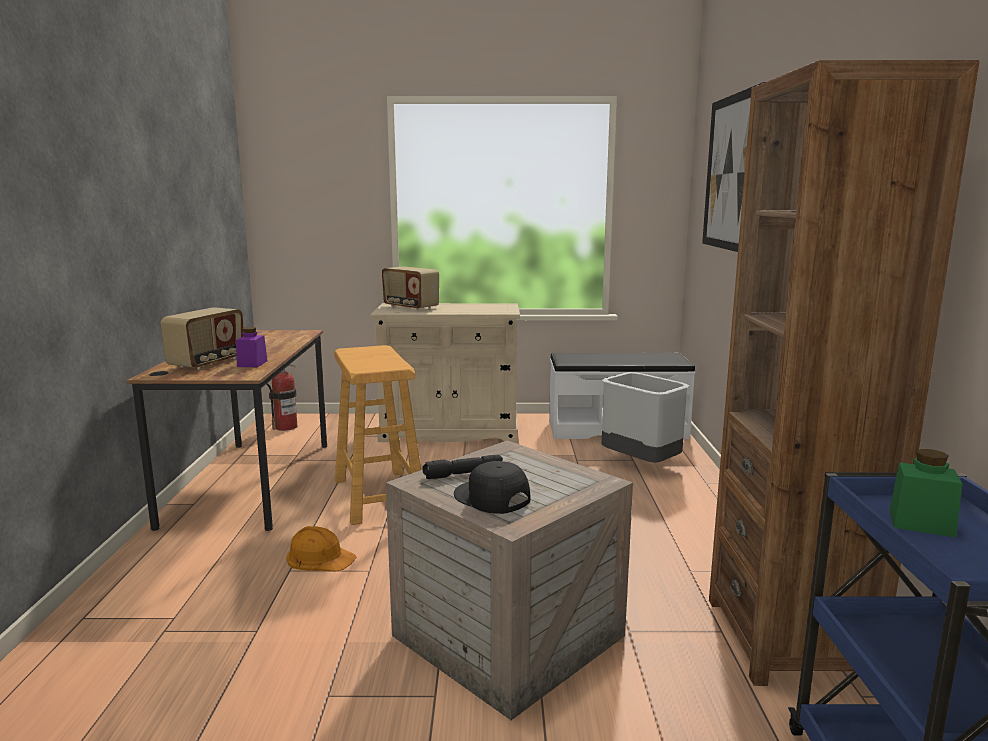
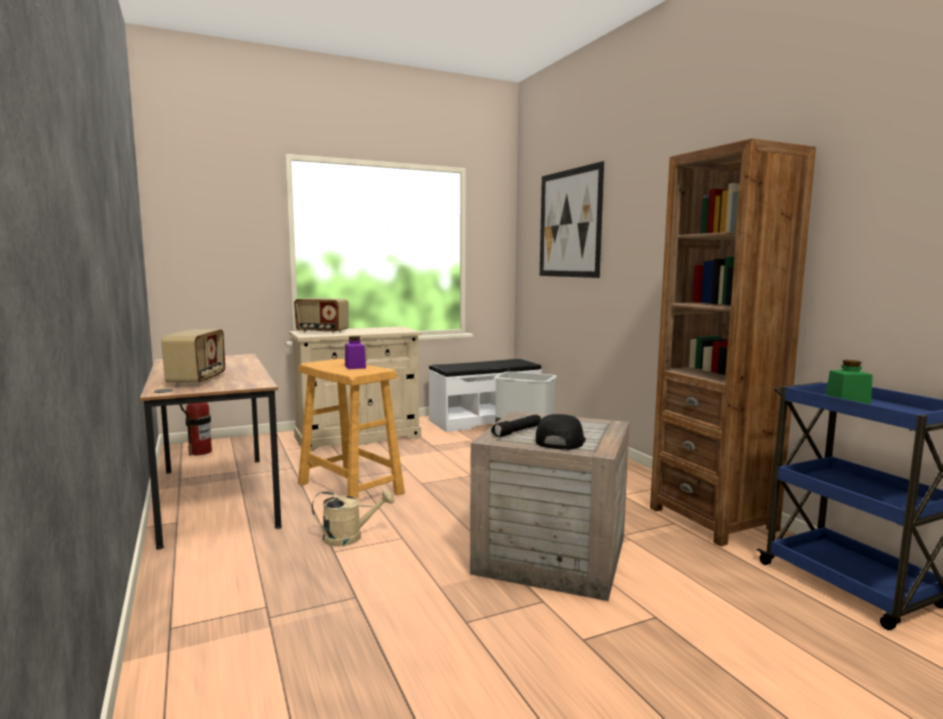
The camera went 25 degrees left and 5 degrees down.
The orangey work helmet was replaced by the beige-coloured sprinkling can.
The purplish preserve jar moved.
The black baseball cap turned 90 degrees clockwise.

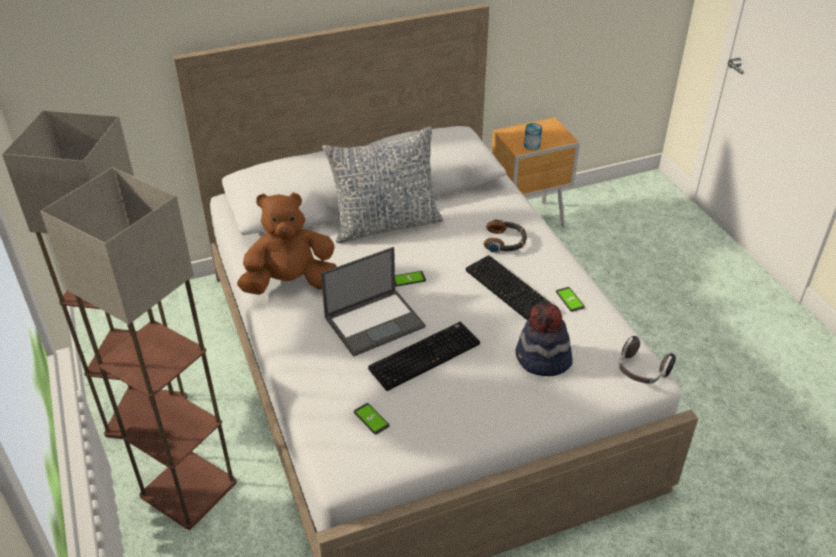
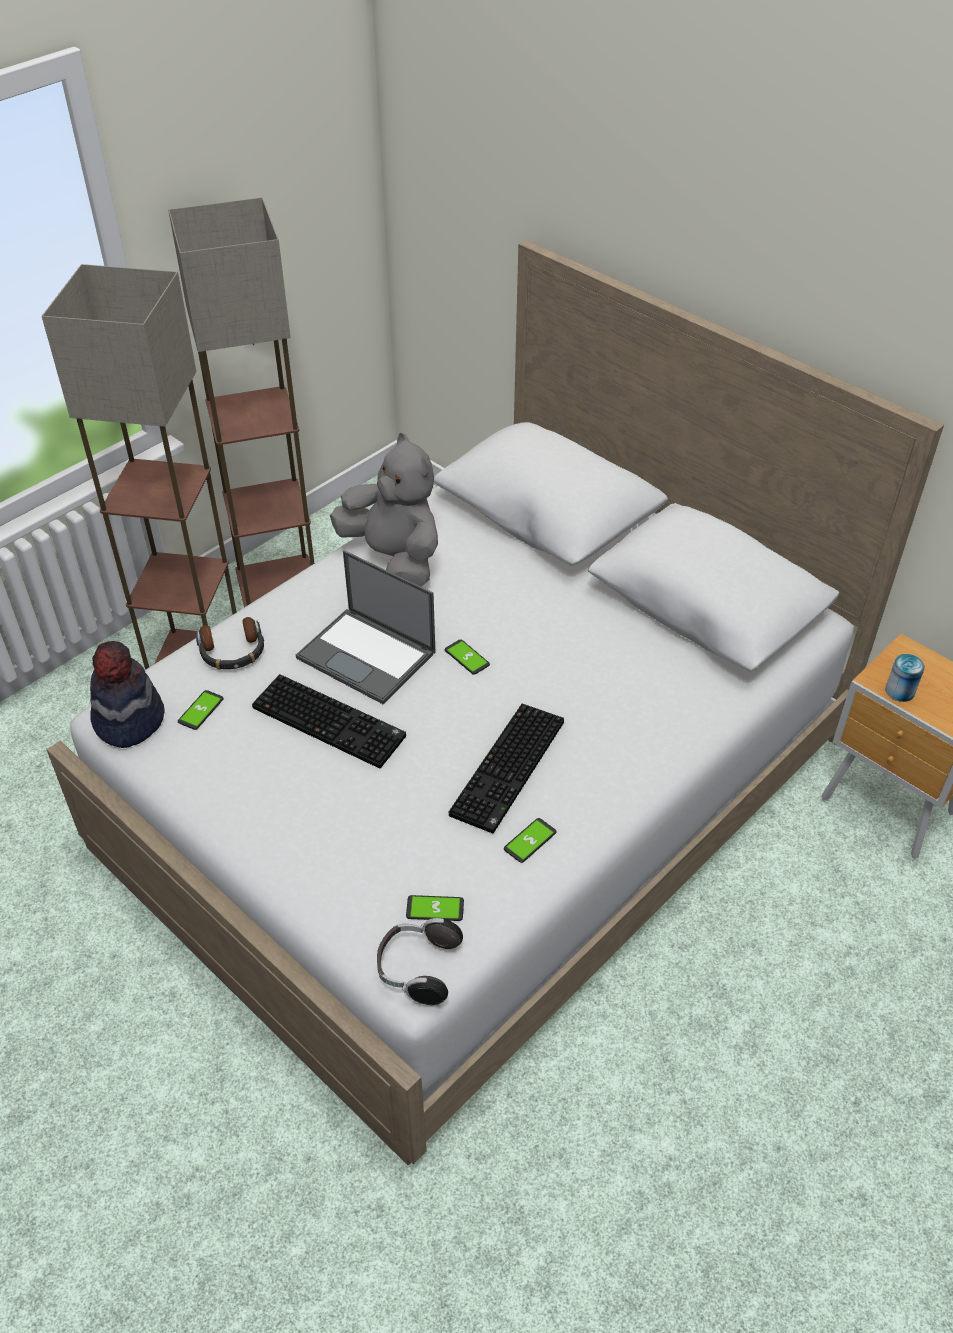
The camera went 65 degrees right and 5 degrees up.
The clothing hat moved.
The pair of headphones (1st from left) moved.
The brown soft toy became the greyish soft toy.
The phone (2nd from left) appeared.
The throw pillow disappeared.

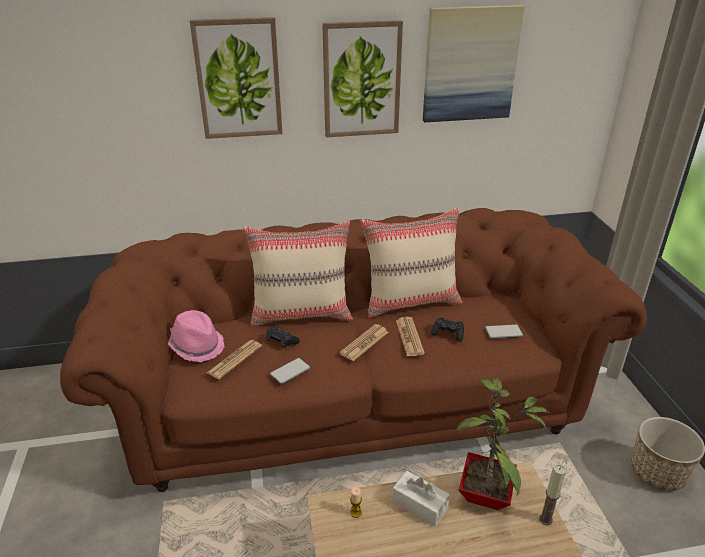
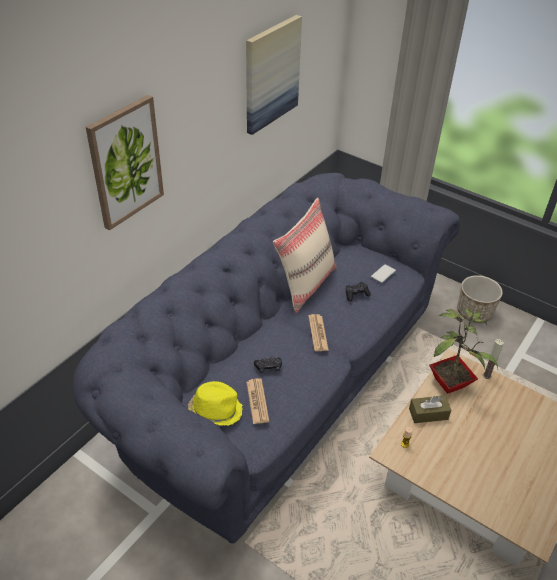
The camera went 45 degrees left and 10 degrees up.
The brown settee became the blue settee.
The pink clothing hat became the yellowish clothing hat.
The white-coloured box of tissues became the brown box of tissues.
The beige-coloured throw pillow (1st from left) disappeared.
The phone (1st from left) disappeared.
The wall picture (2nd from left) disappeared.
The daily paper (3rd from left) disappeared.

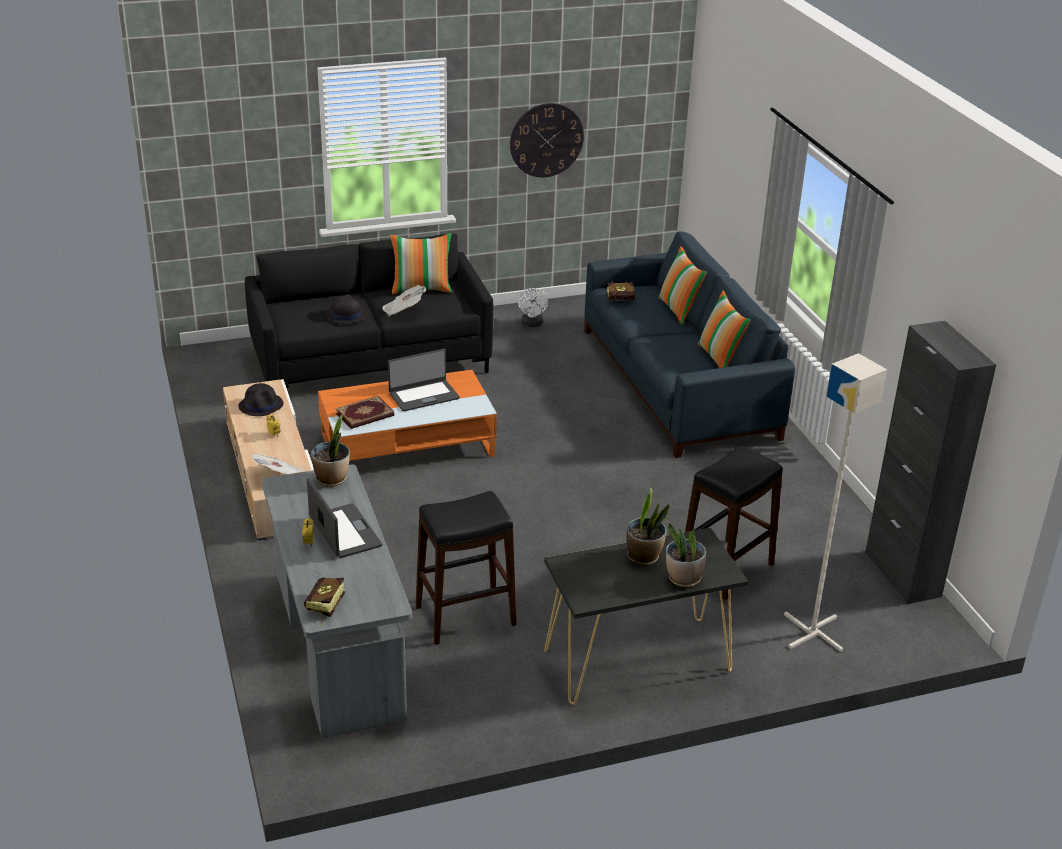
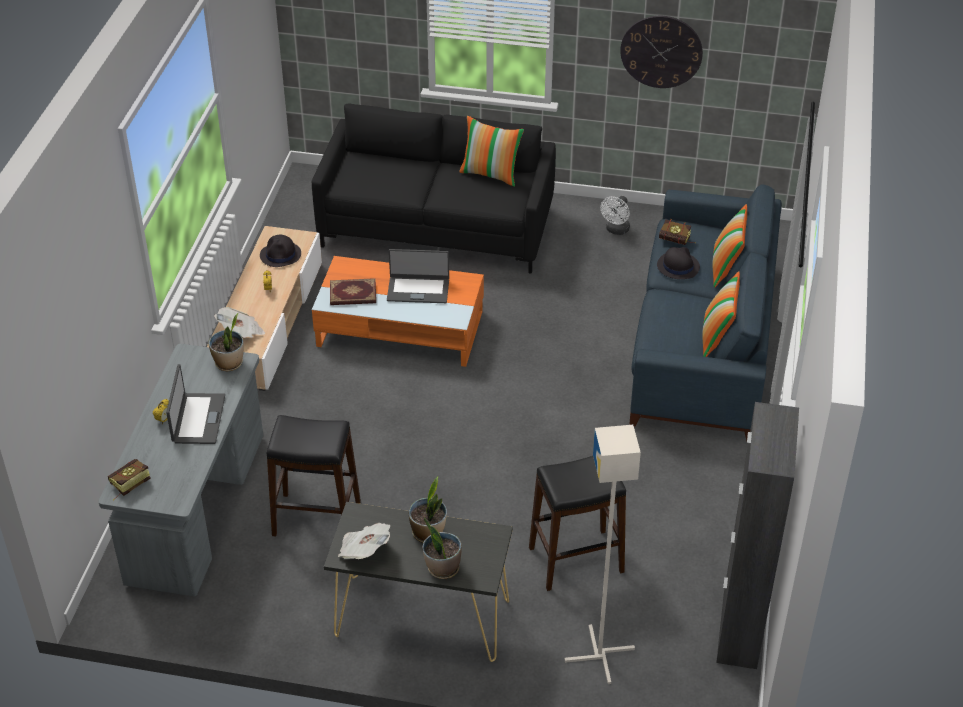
The camera went 30 degrees right and 10 degrees up.
The daily paper (2nd from left) moved.
The black clothing hat (2nd from left) moved.

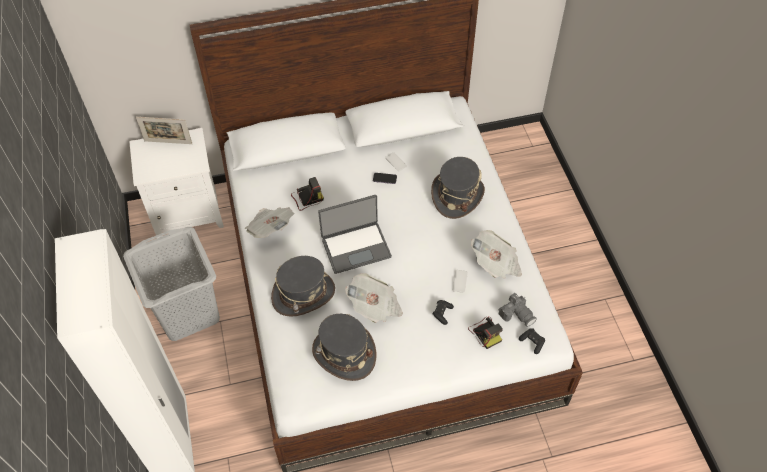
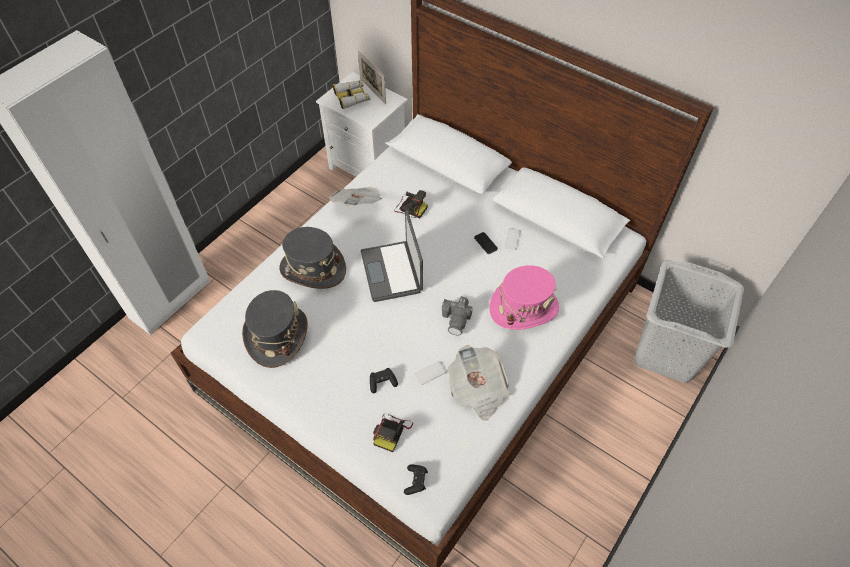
The camera went 50 degrees right and 0 degrees up.
The binoculars appeared.
The notebook computer turned 45 degrees clockwise.
The still camera (3rd from left) moved.
The greyish clothing hat (3rd from left) became the pink clothing hat.
The greyish hamper moved.
The daily paper (2nd from left) disappeared.

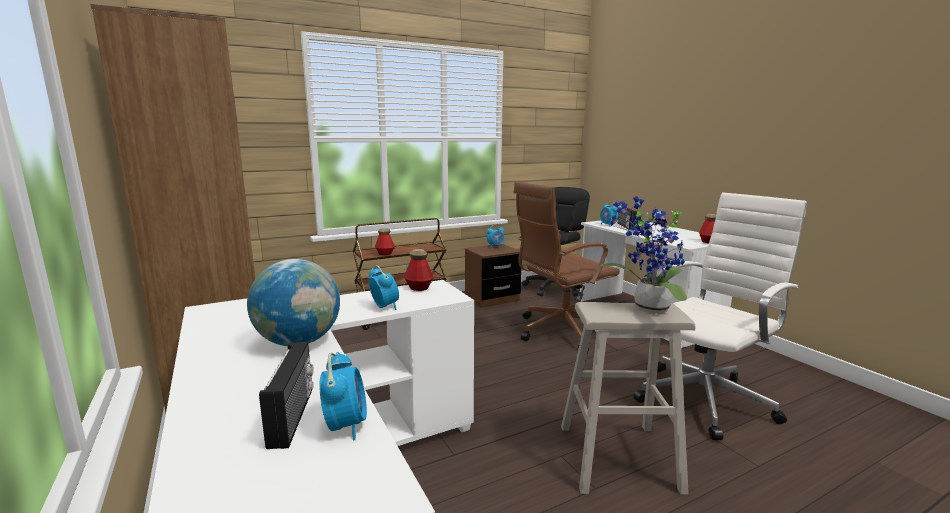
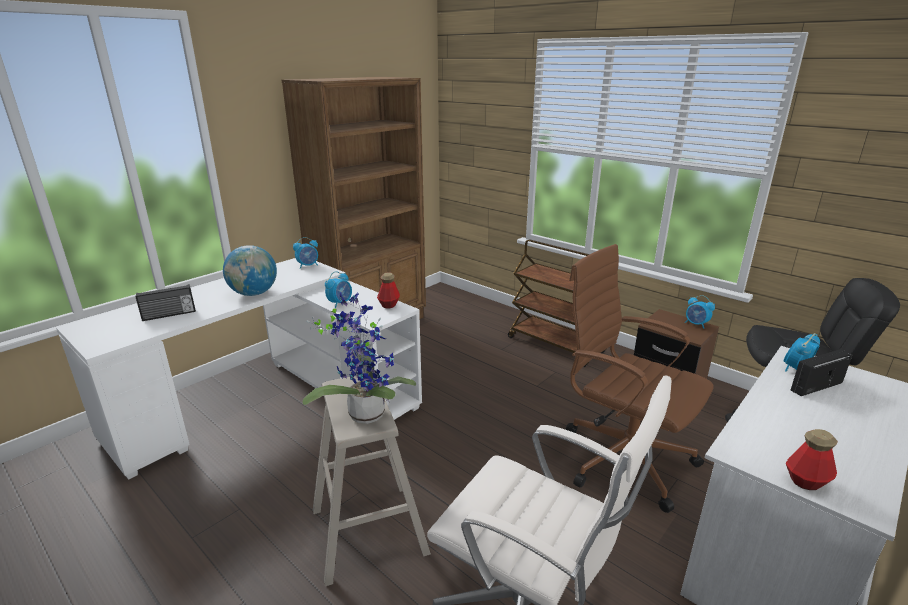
The camera went 70 degrees right and 10 degrees up.
The alarm clock (1st from left) moved.
The beverage bottle (1st from left) disappeared.

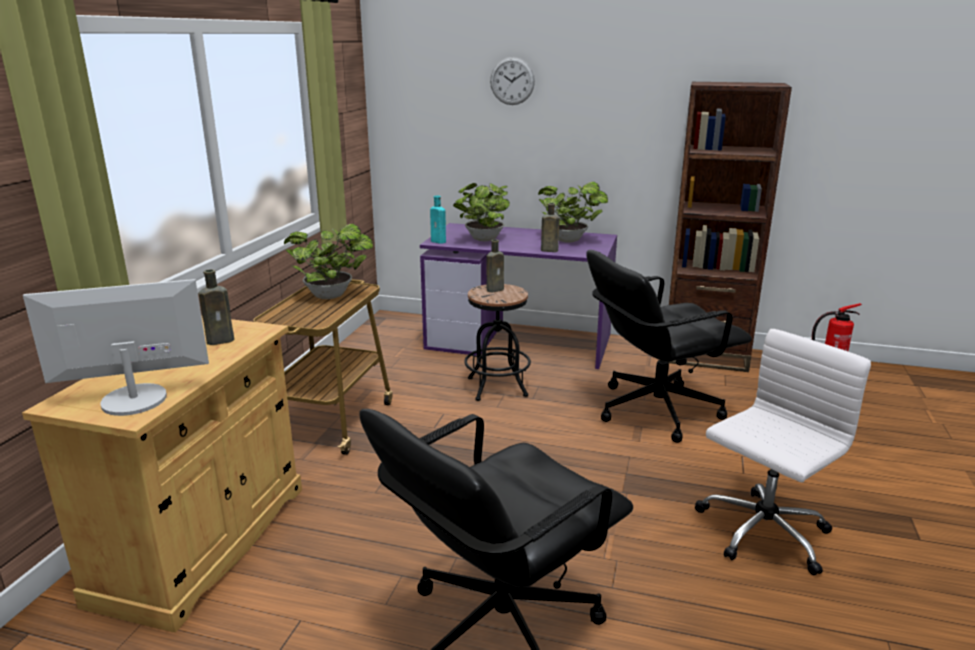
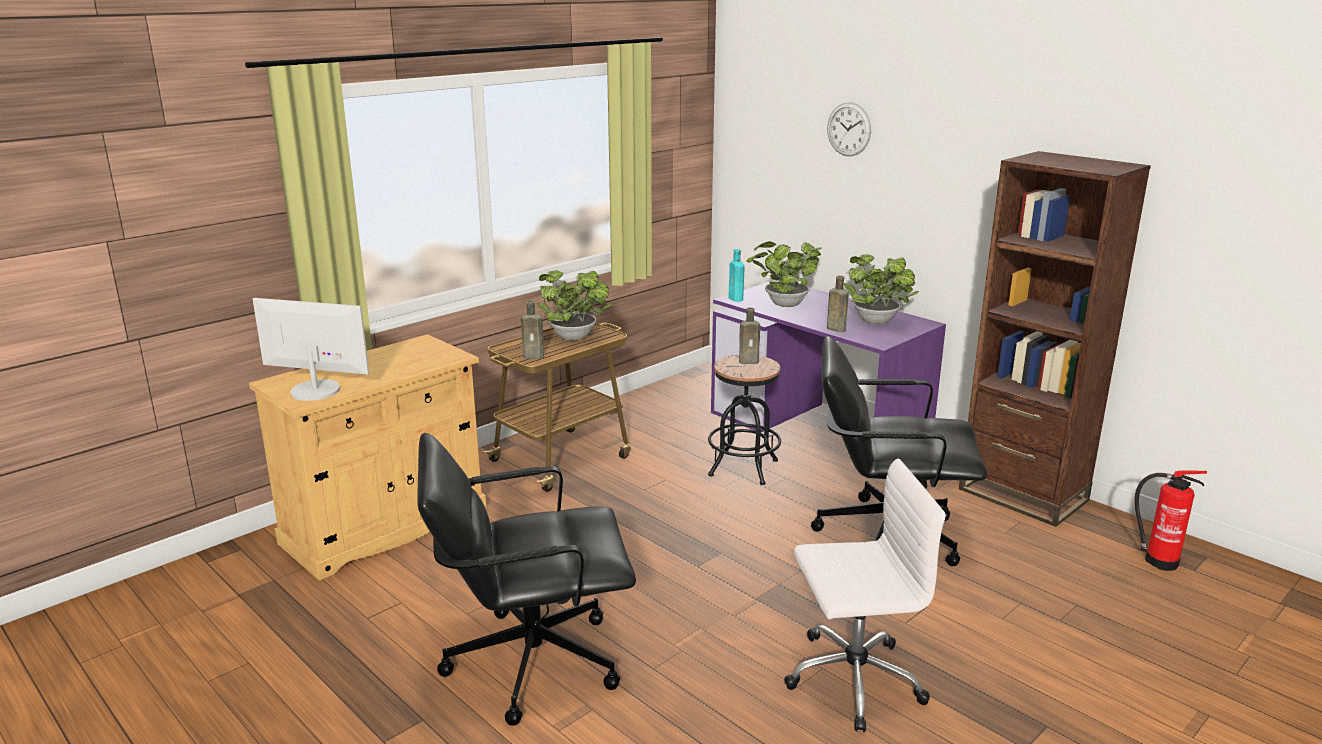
The camera went 30 degrees right and 0 degrees up.
The brown beverage bottle (1st from left) moved.

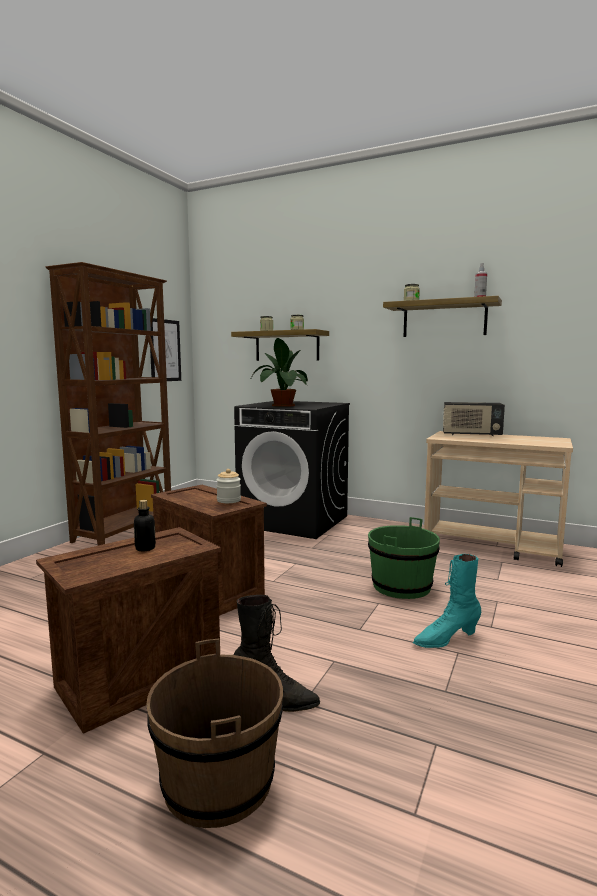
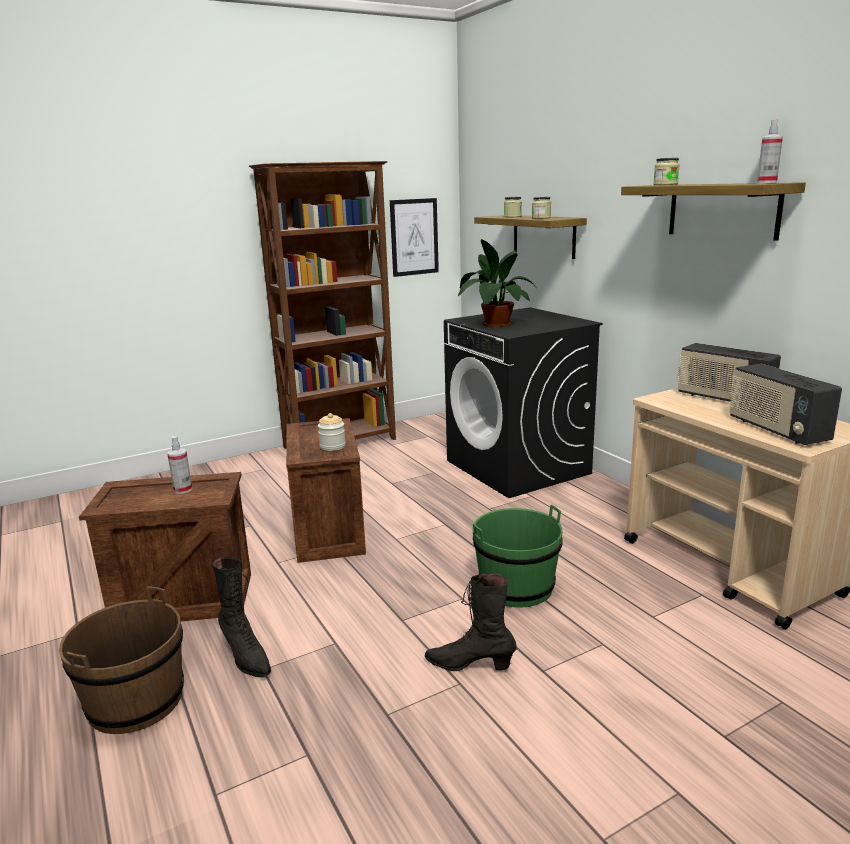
The camera went 35 degrees right and 10 degrees up.
The beverage bottle was replaced by the spray bottle (1st from left).
The blue-green boot became the black boot (2nd from left).
The radio (2nd from left) appeared.

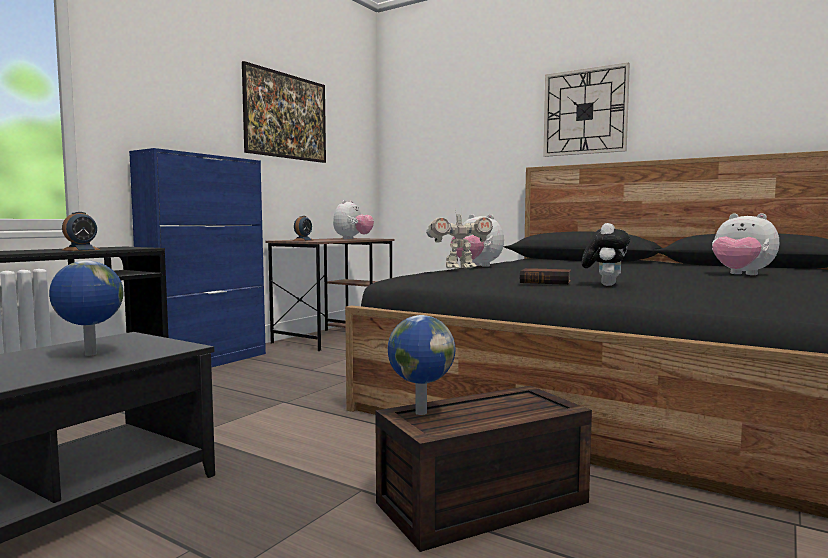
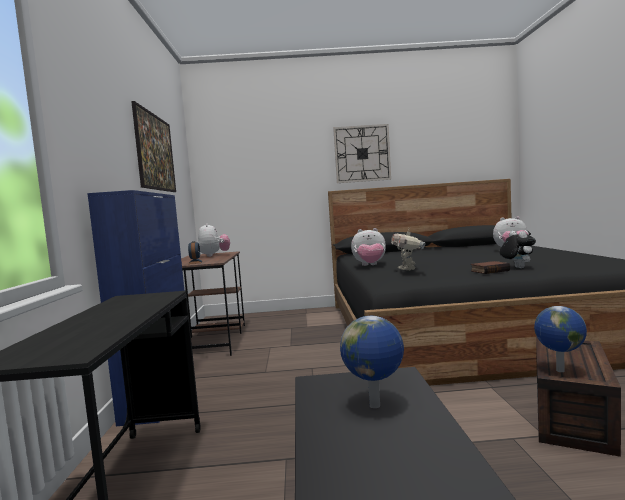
The camera went 35 degrees left and 0 degrees up.
The model robot turned 135 degrees clockwise.
The alarm clock (1st from left) disappeared.

